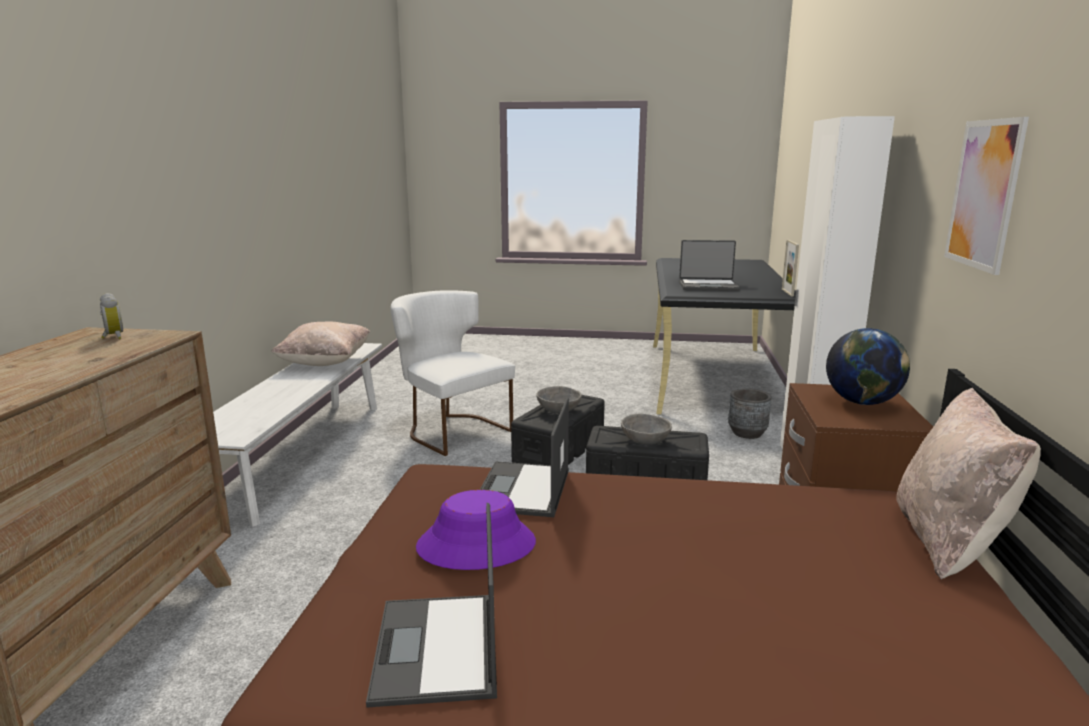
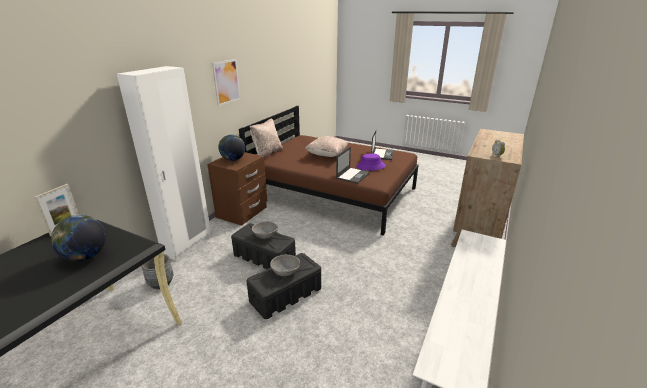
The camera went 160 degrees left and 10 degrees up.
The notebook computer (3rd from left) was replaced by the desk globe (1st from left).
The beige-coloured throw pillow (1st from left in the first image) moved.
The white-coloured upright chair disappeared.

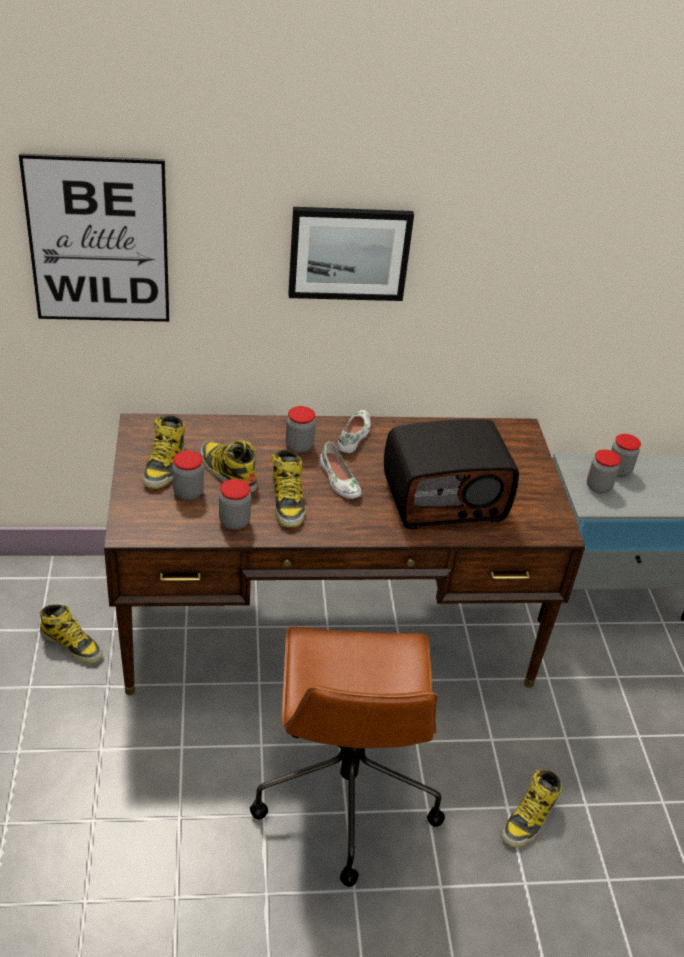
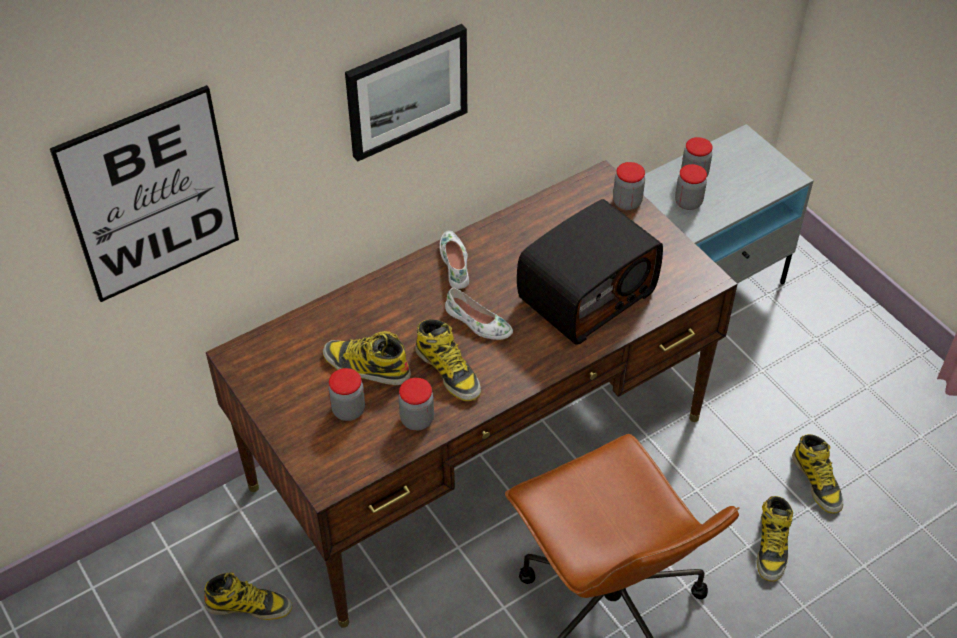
The camera went 25 degrees left and 10 degrees up.
The preserve jar (3rd from left) moved.
The boot (2nd from left in the first image) moved.

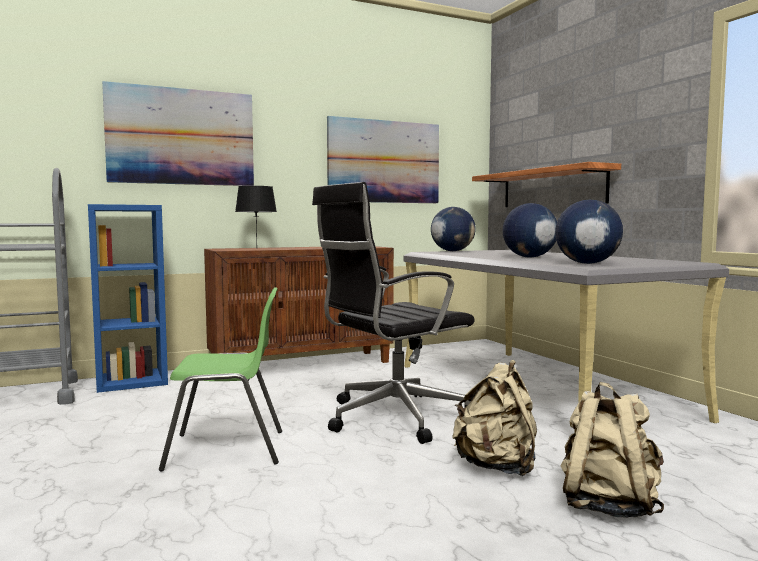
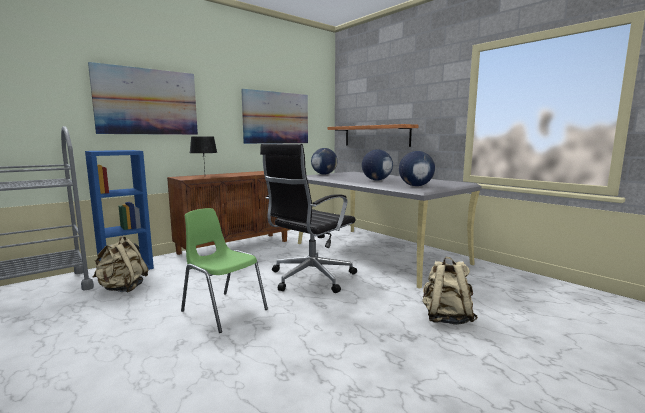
The camera went 15 degrees left and 5 degrees up.
The beige-coloured knapsack (1st from left) moved.
The green-coloured upright chair turned 120 degrees counterclockwise.

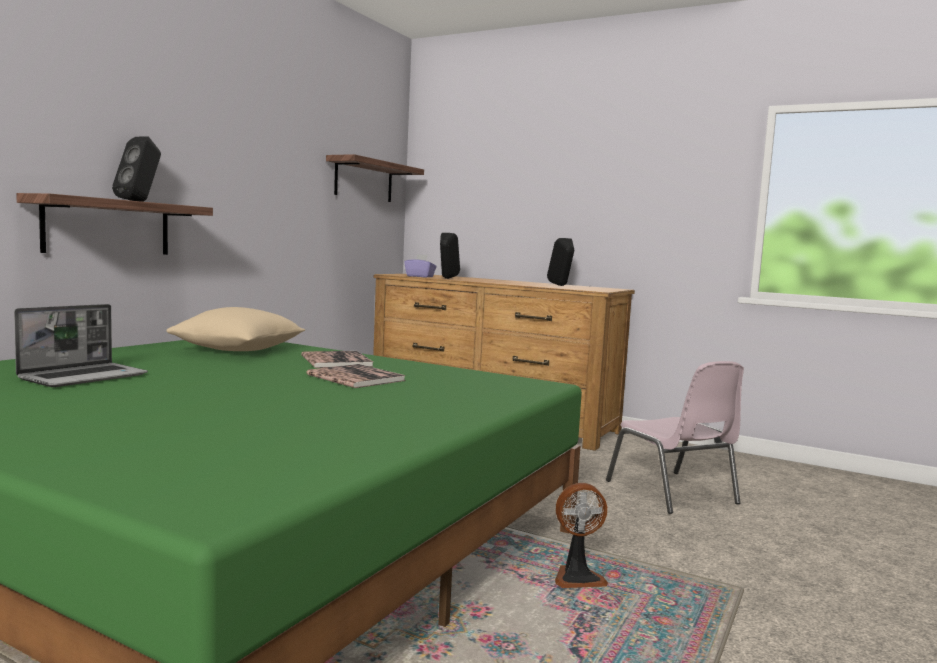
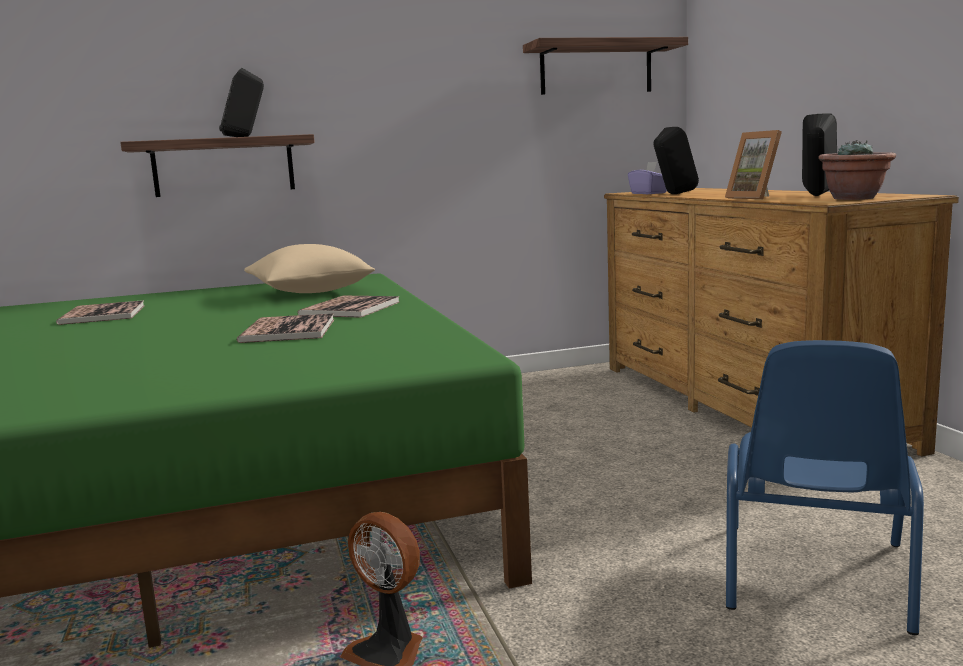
The camera went 45 degrees right and 5 degrees up.
The notebook computer was replaced by the bound book (1st from left).
The standing frame appeared.
The pink upright chair became the blue upright chair.
The houseplant appeared.

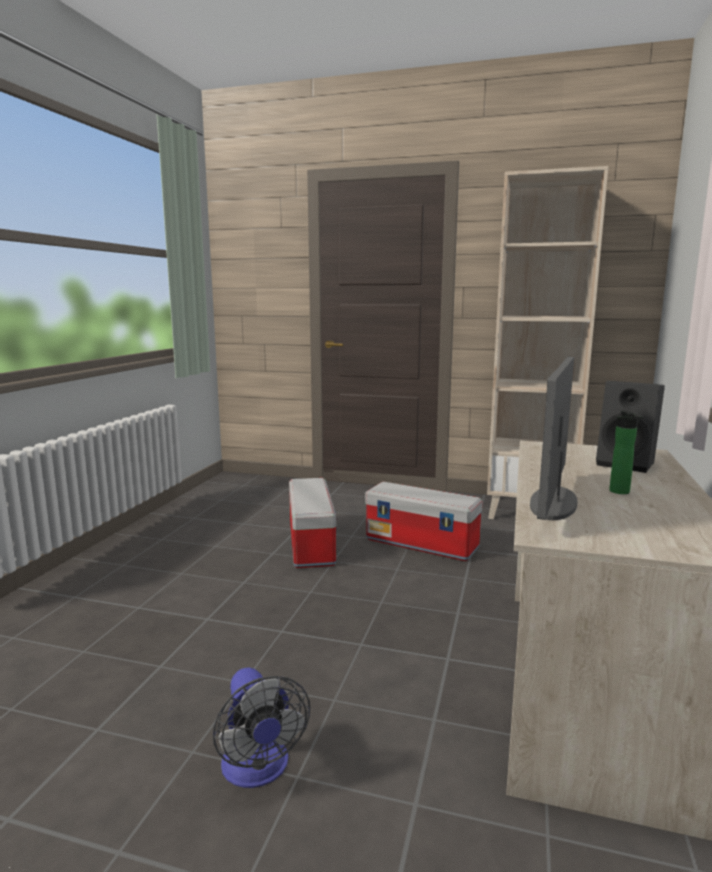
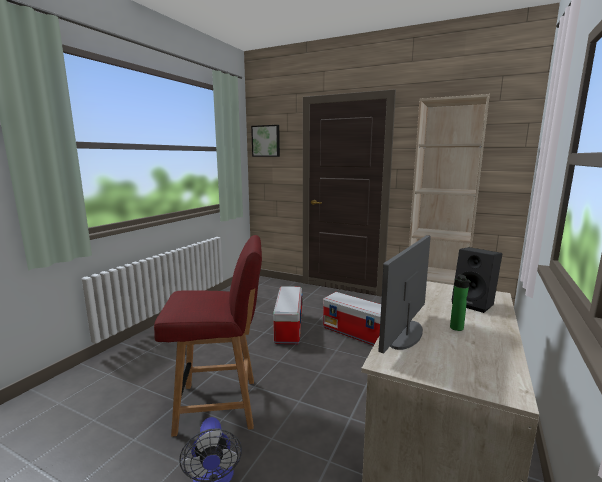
The camera went 10 degrees right and 0 degrees up.
The reddish upright chair appeared.
The wall picture appeared.

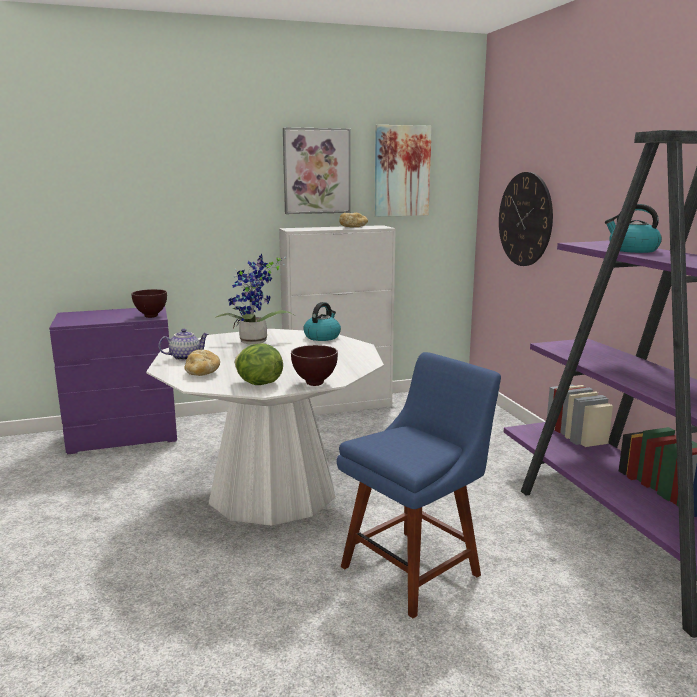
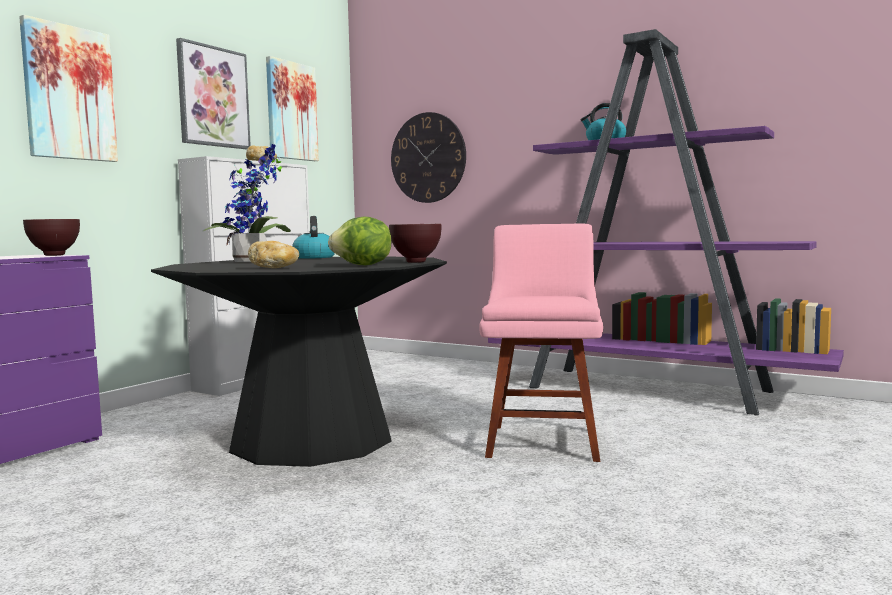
The camera went 40 degrees left and 10 degrees down.
The wall picture (1st from left) appeared.
The white-coloured kitchen table became the black kitchen table.
The blue upright chair became the pink upright chair.
The tea pot disappeared.

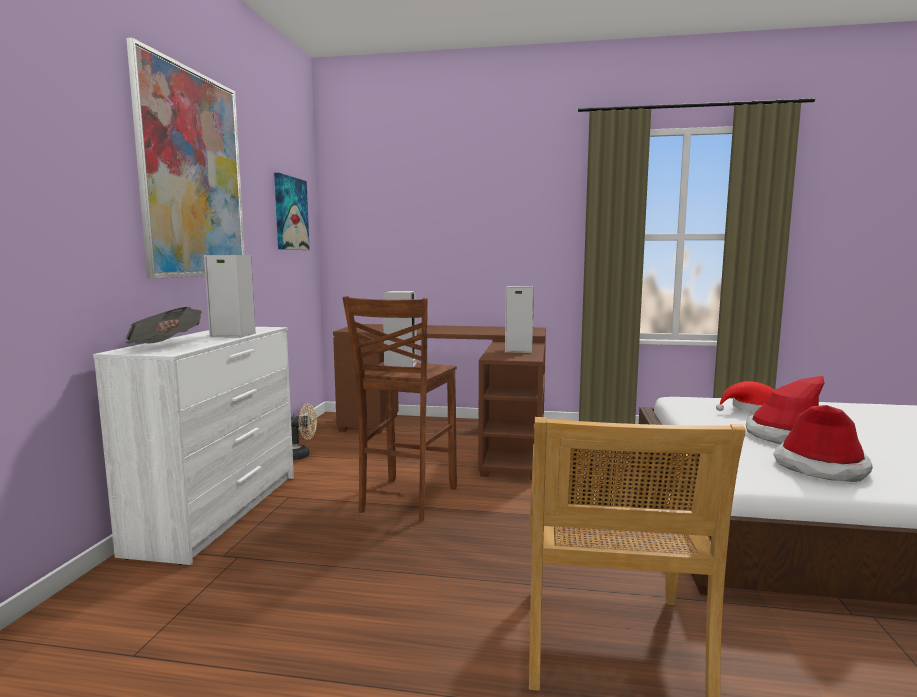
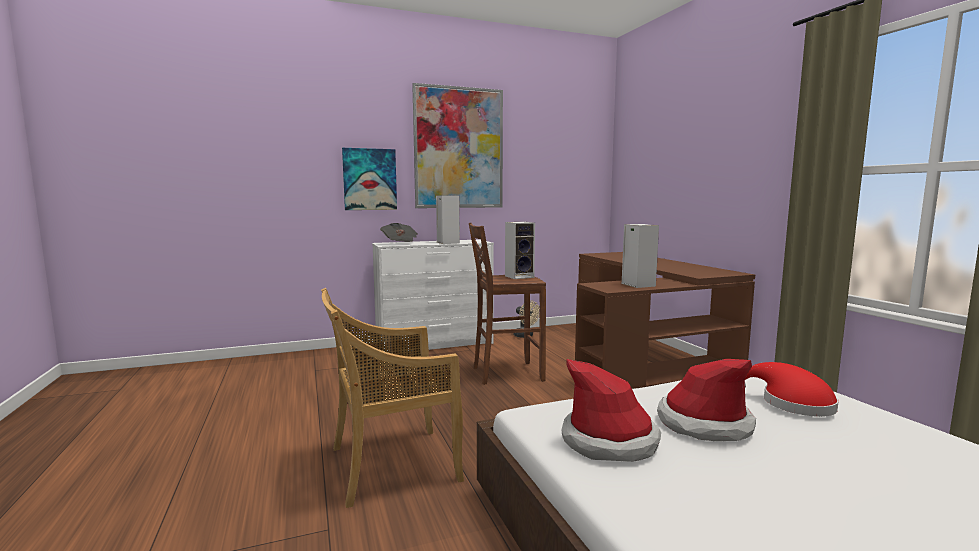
The camera went 60 degrees right and 0 degrees up.
The wall picture (2nd from left in the first image) moved.

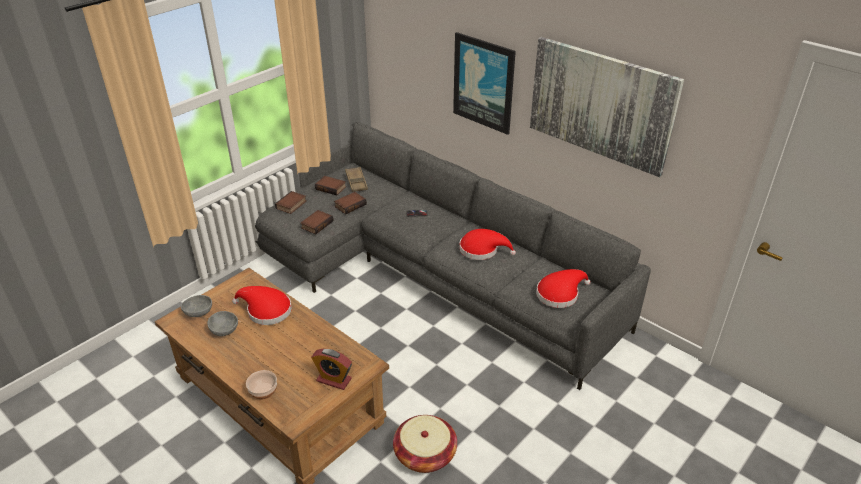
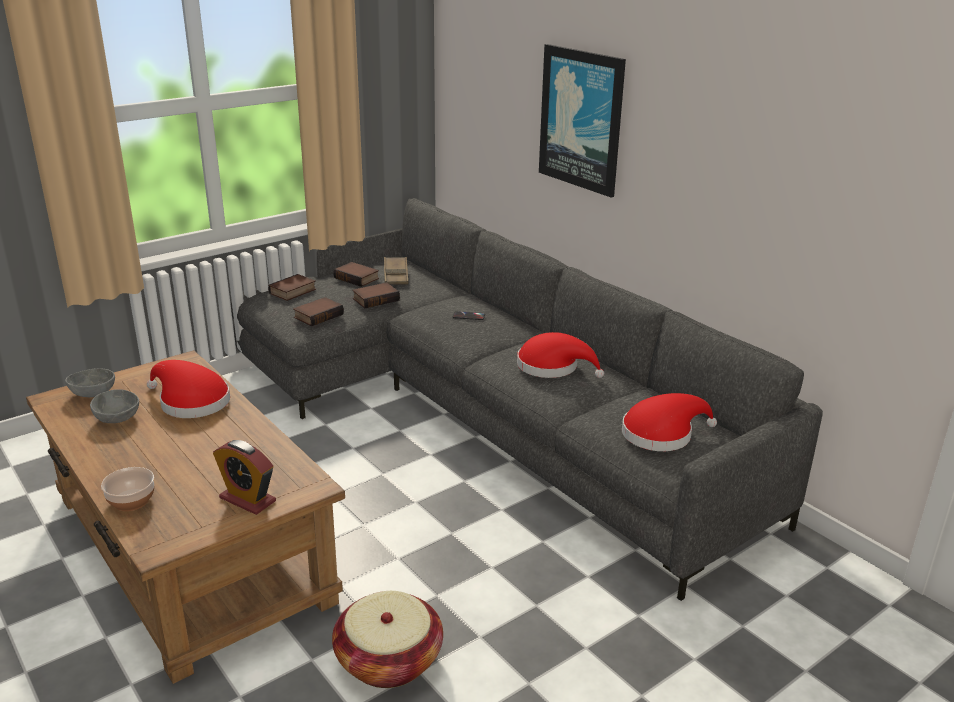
The camera went 10 degrees right and 10 degrees down.
The wall picture (2nd from left) disappeared.

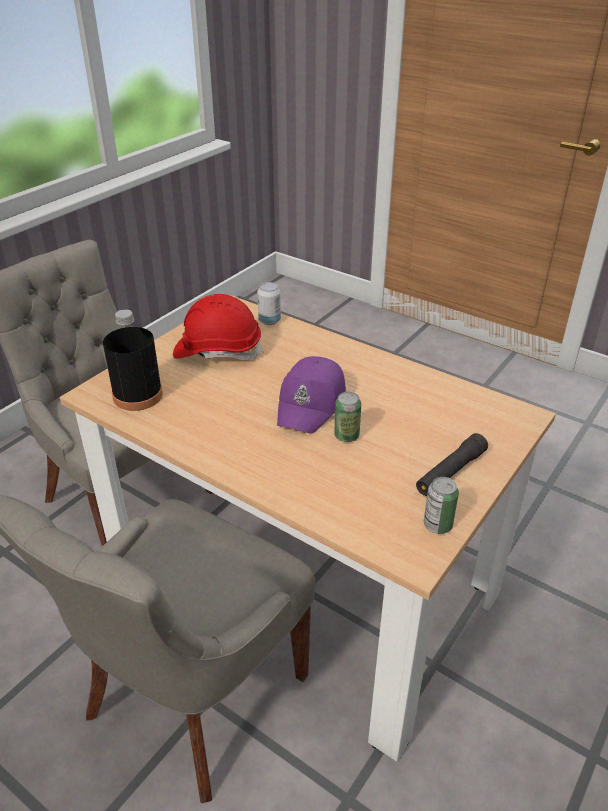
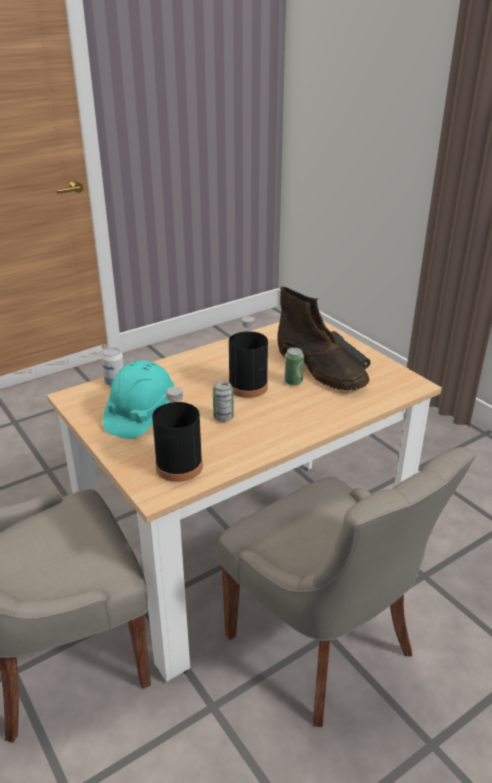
The camera went 70 degrees left and 5 degrees down.
The reddish work helmet became the blue-green work helmet.
The can (3rd from left in the first image) moved.
The purplish baseball cap was replaced by the black beverage bottle (2nd from left).
The brown boot appeared.

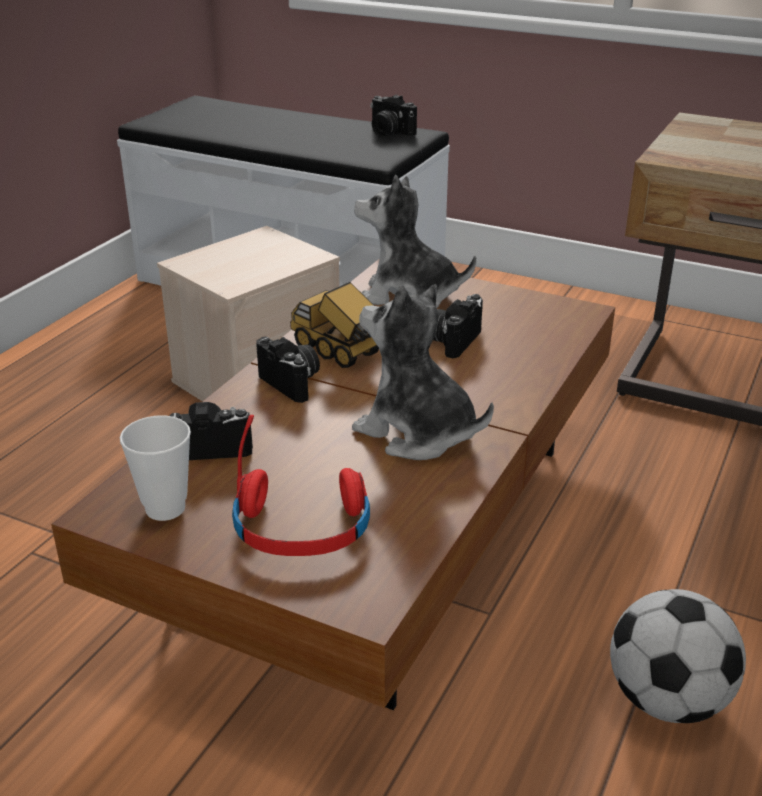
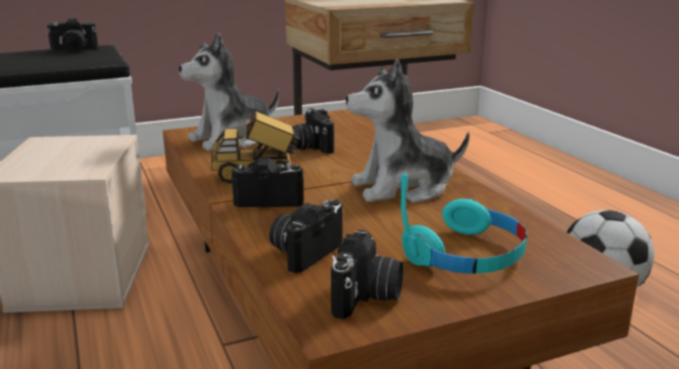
The camera went 50 degrees left and 10 degrees down.
The small cup was replaced by the still camera (5th from left).
The reddish pair of headphones became the blue-green pair of headphones.

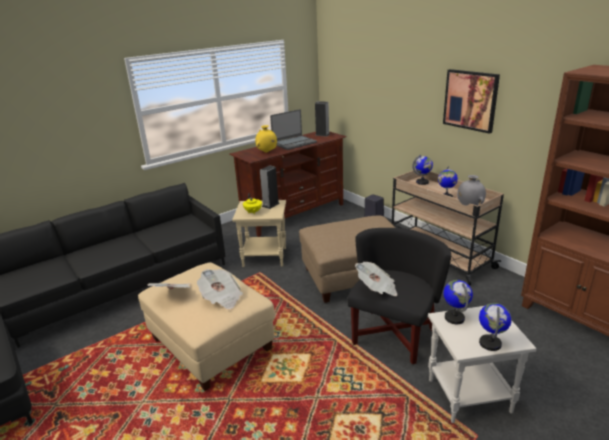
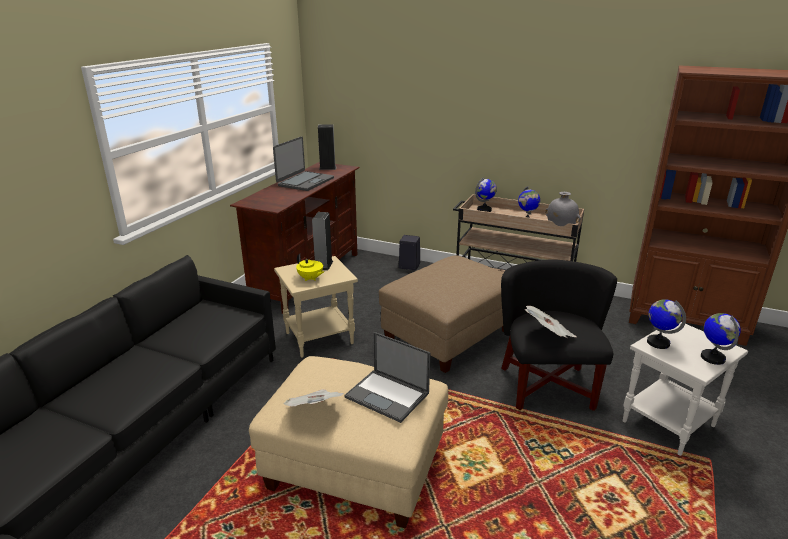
The camera went 30 degrees left and 0 degrees up.
The daily paper (2nd from left) was replaced by the notebook computer (2nd from left).
The yellowish flower vase disappeared.
The wall picture disappeared.

